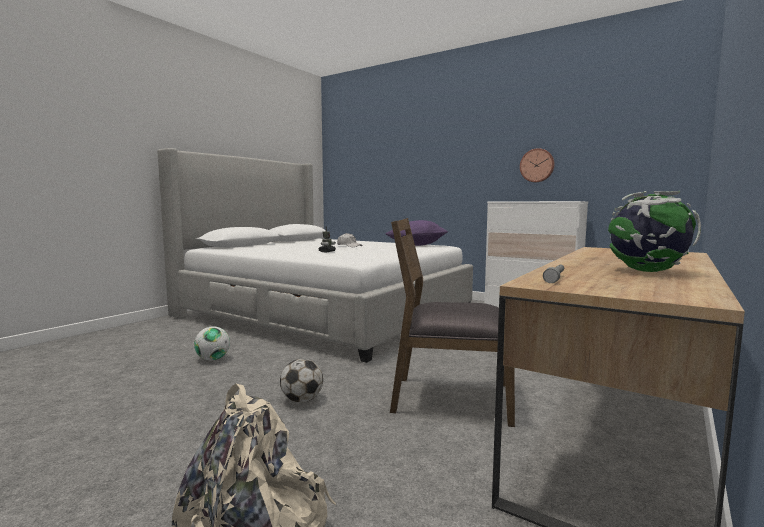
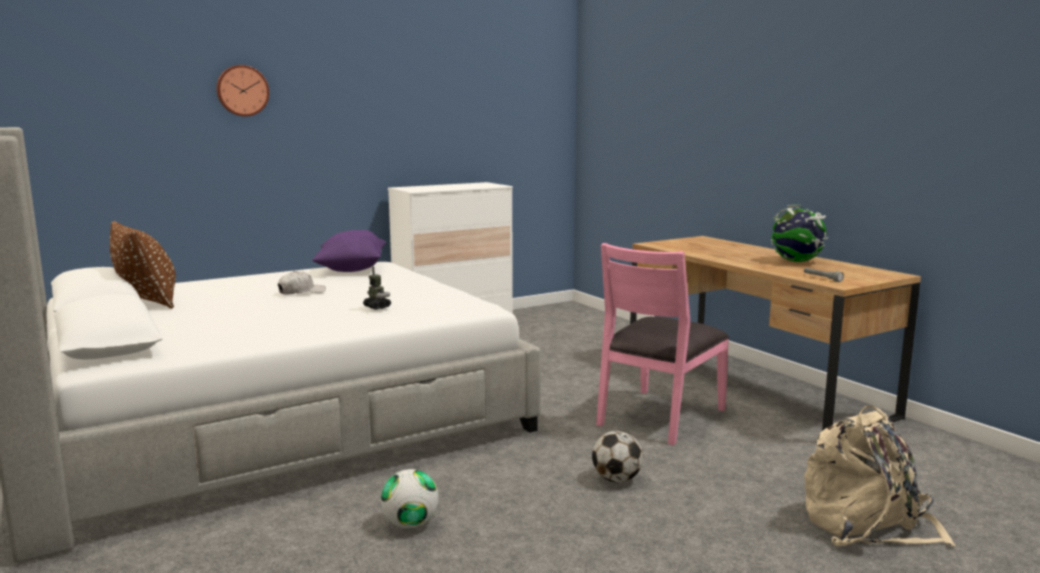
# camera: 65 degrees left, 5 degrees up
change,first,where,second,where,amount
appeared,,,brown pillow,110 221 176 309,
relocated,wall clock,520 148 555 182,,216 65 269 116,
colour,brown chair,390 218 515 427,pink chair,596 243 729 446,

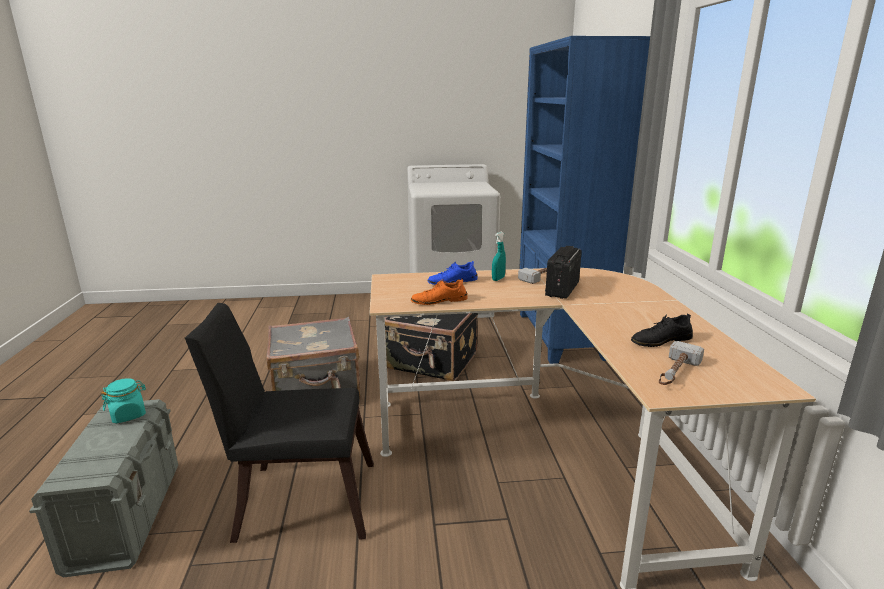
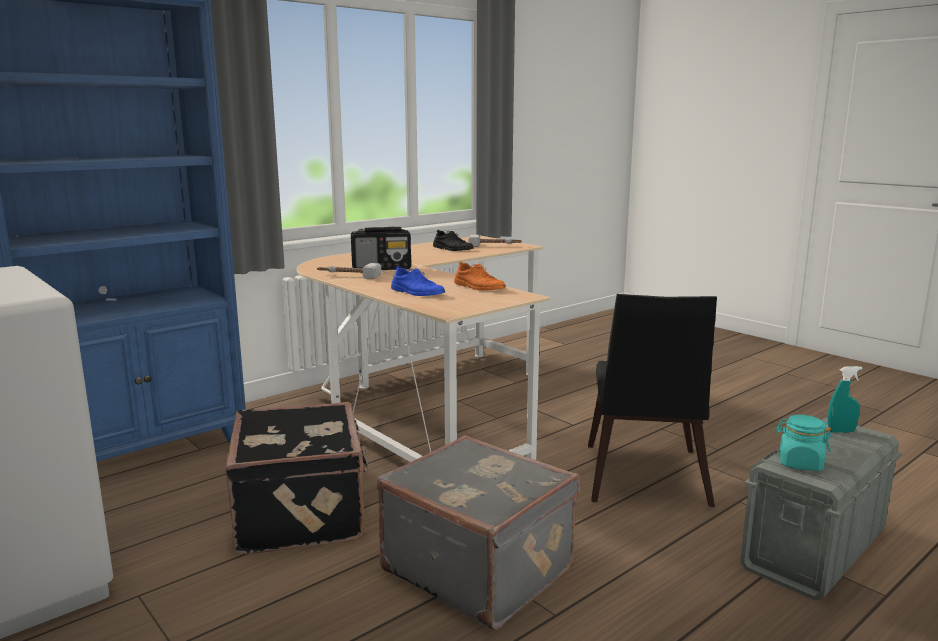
# camera: 125 degrees left, 5 degrees down
change,first,where,second,where,amount
spun,black chair,185 303 374 543,,588 294 717 507,45 degrees clockwise
relocated,turquoise spray bottle,492 232 506 281,,827 366 862 433,

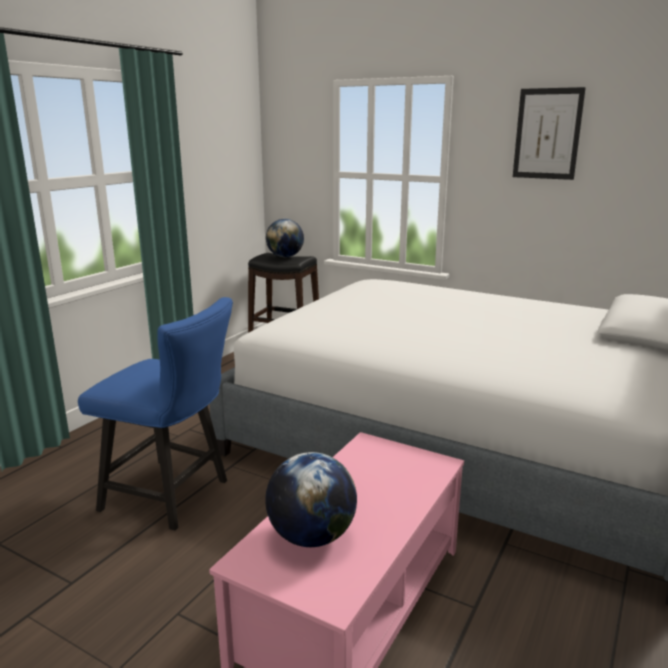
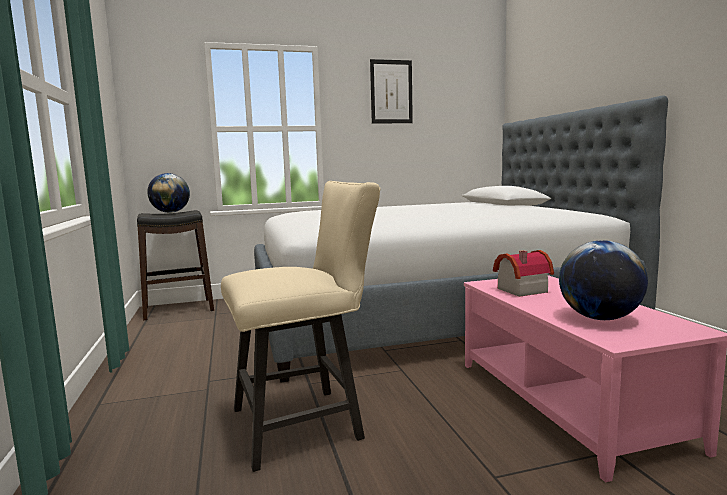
# camera: 45 degrees left, 10 degrees down
change,first,where,second,where,amount
colour,blue chair,78 297 233 530,beige chair,221 181 380 472,
appeared,,,toy house,493 250 554 297,

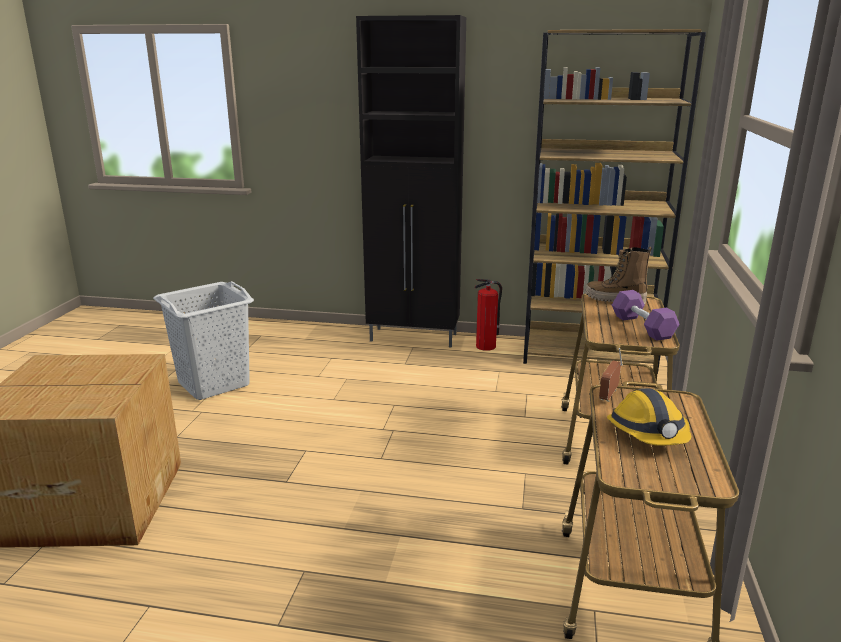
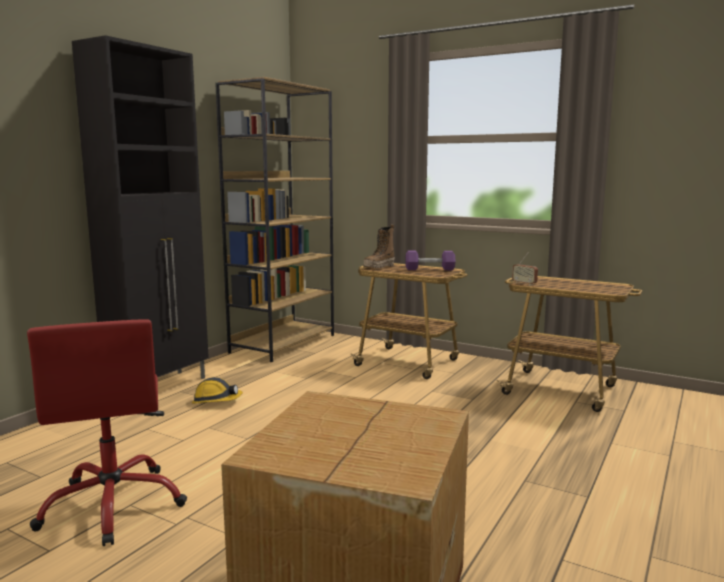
# camera: 70 degrees left, 10 degrees down
change,first,where,second,where,amount
exchanged,grey laundry basket,153 281 254 400,red office chair,27 319 187 546,
relocated,hard hat,607 388 692 446,,192 377 243 404,
missing,fire extinguisher,475 279 502 351,,,

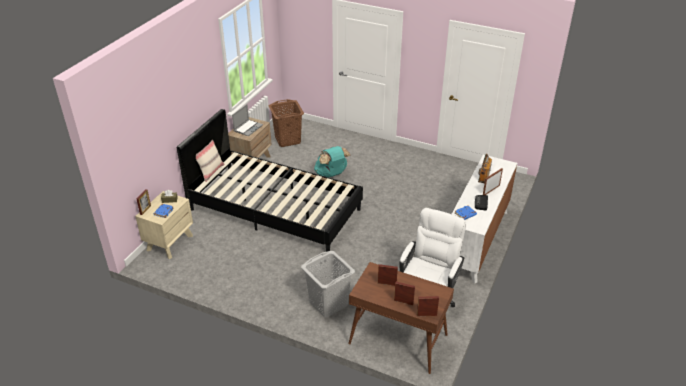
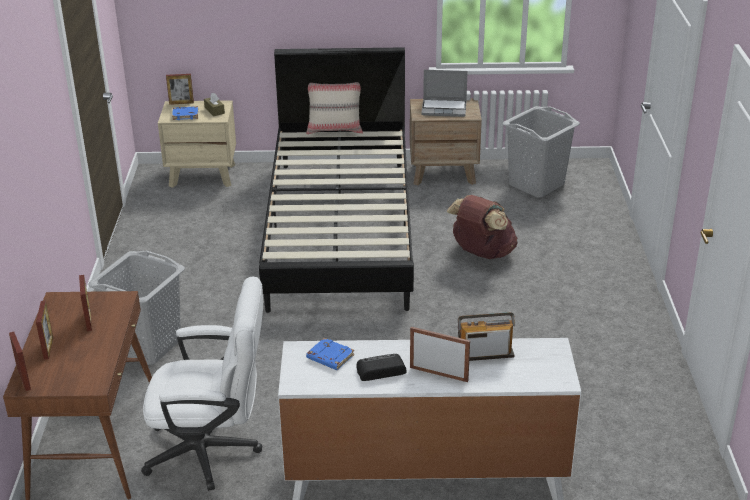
# camera: 65 degrees right, 5 degrees down
change,first,where,second,where,amount
colour,turquoise backpack,314 146 350 178,brown backpack,447 195 518 259,
colour,brown laundry basket,269 99 304 147,grey laundry basket,502 106 580 198,

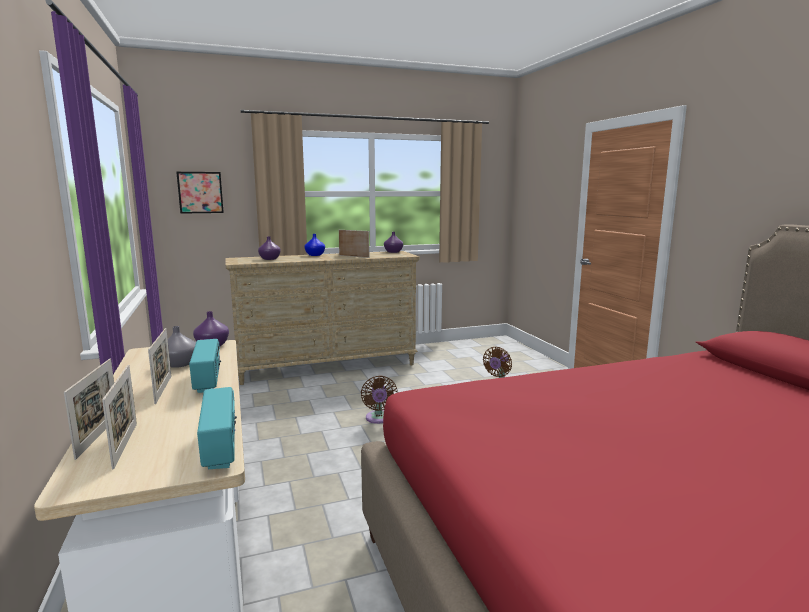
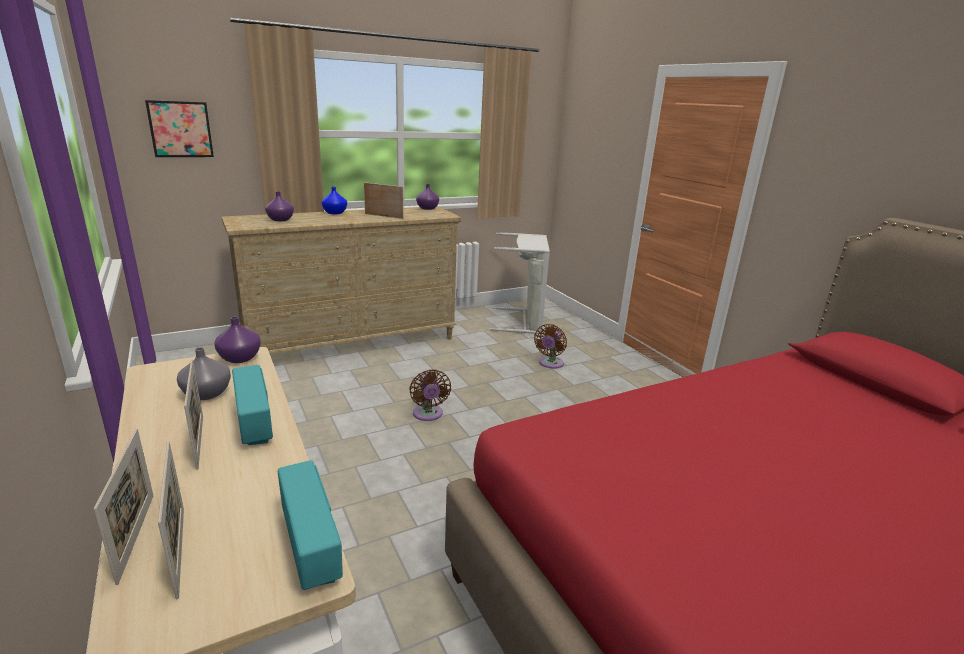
# camera: 10 degrees left, 10 degrees up
change,first,where,second,where,amount
appeared,,,grey laundry basket,489 233 550 334,

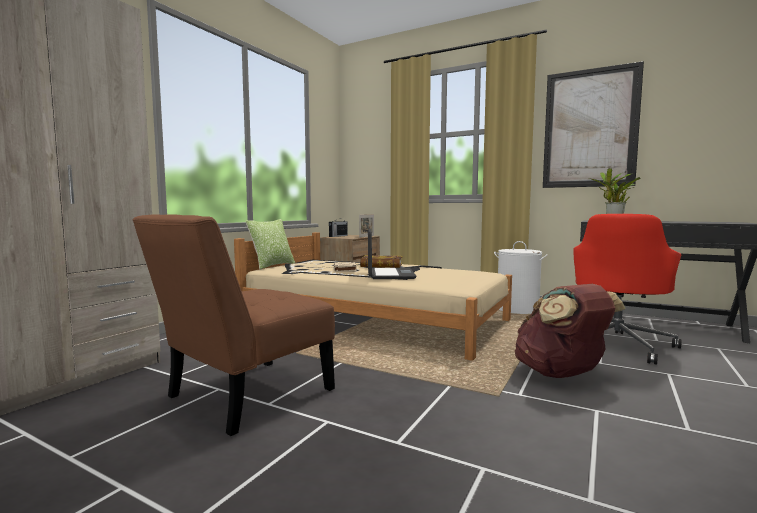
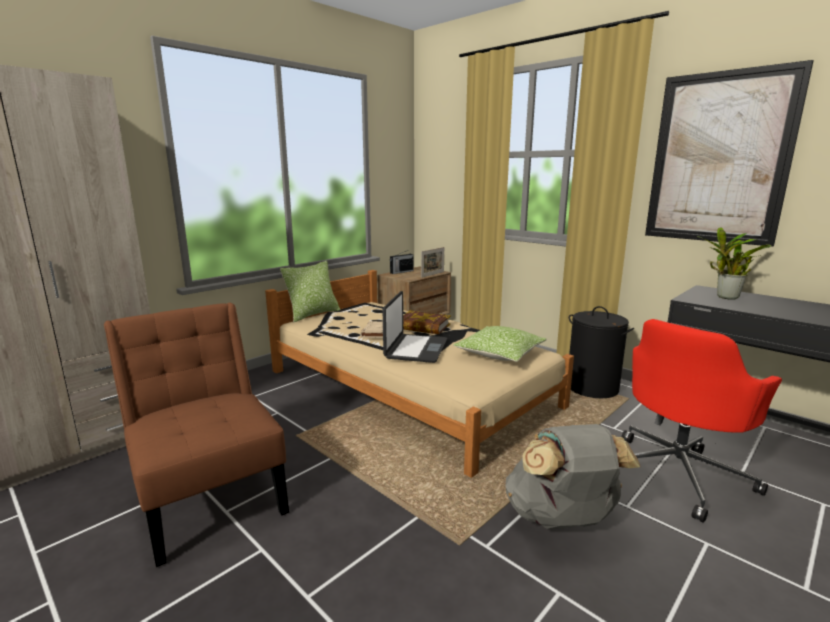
# camera: 15 degrees right, 10 degrees up
change,first,where,second,where,amount
spun,brown chair,133 214 335 436,,104 302 289 567,90 degrees clockwise
appeared,,,pillow,453 326 547 362,
colour,brown backpack,515 284 626 378,grey backpack,506 424 641 529,
colour,white laundry basket,494 241 548 314,black laundry basket,569 306 634 398,

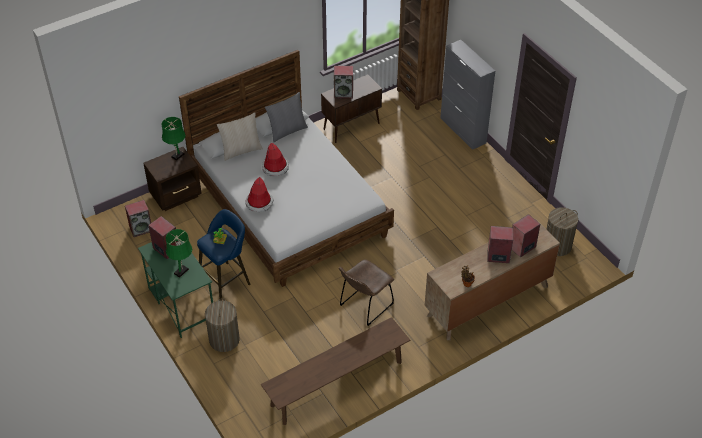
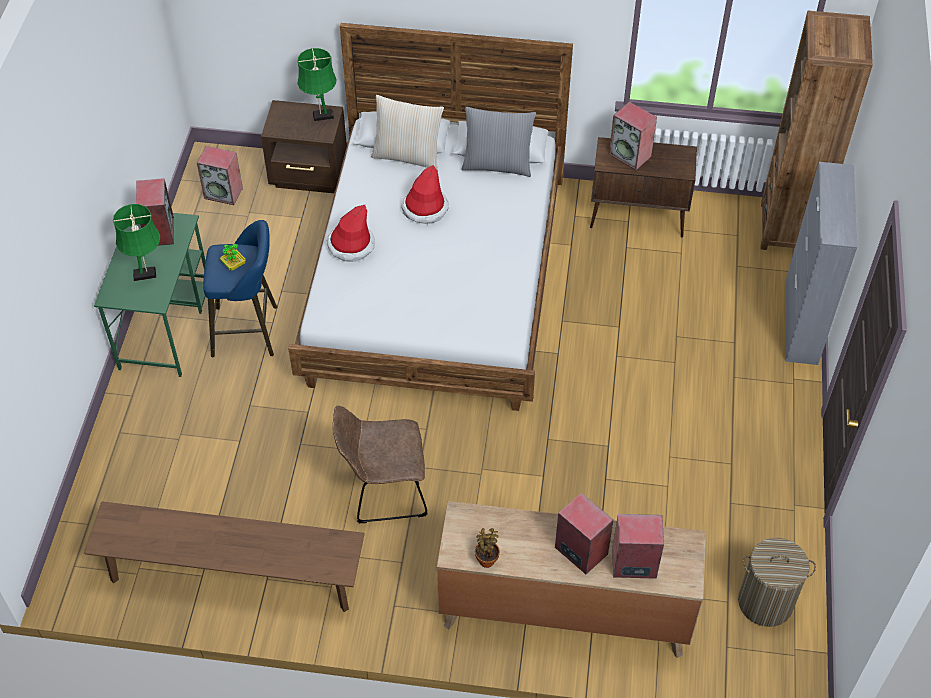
# camera: 40 degrees right, 5 degrees up
change,first,where,second,where,amount
missing,laundry basket,205 299 240 352,,,

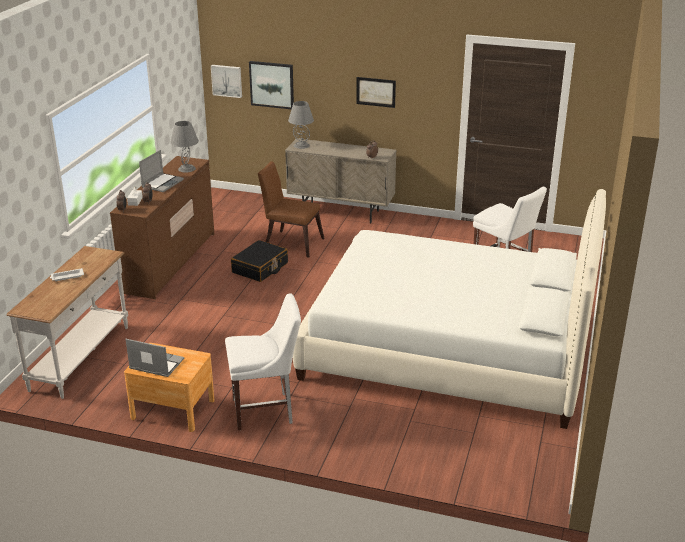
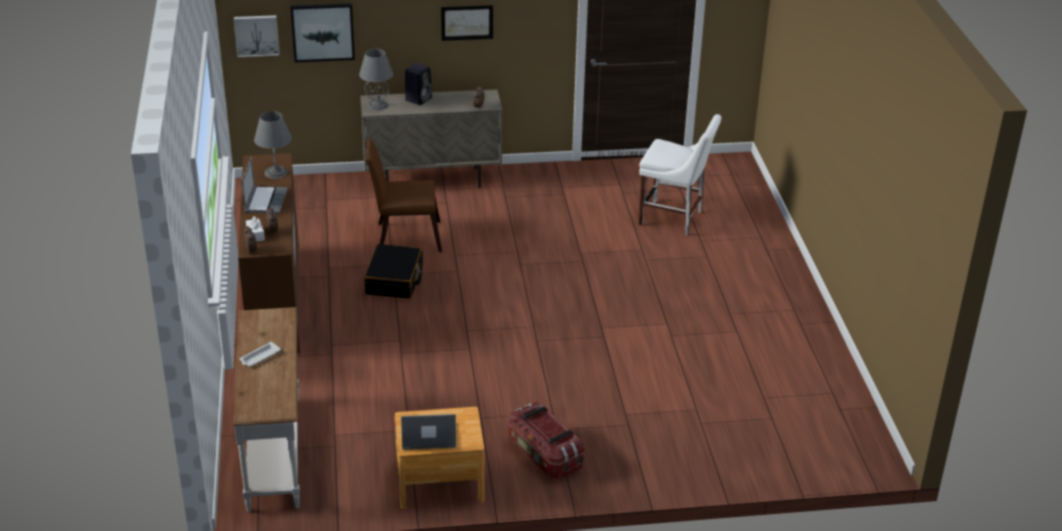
# camera: 25 degrees left, 5 degrees up
change,first,where,second,where,amount
appeared,,,black speaker,405 63 432 105,
exchanged,white chair,225 293 301 430,storage box,509 401 584 479,
missing,white bed,293 189 606 429,,,

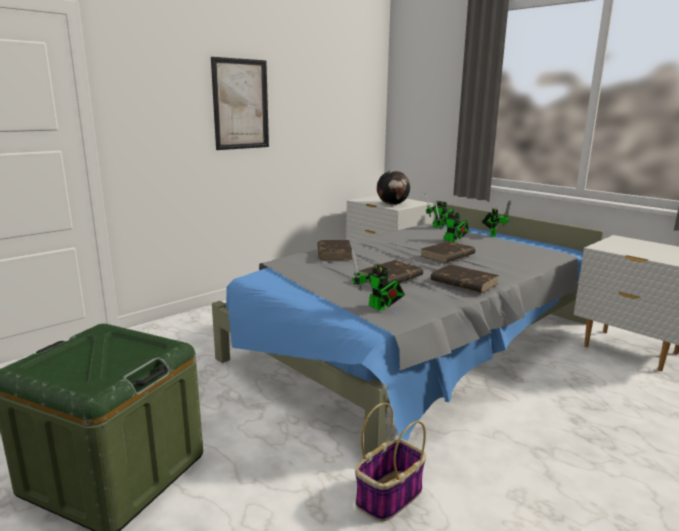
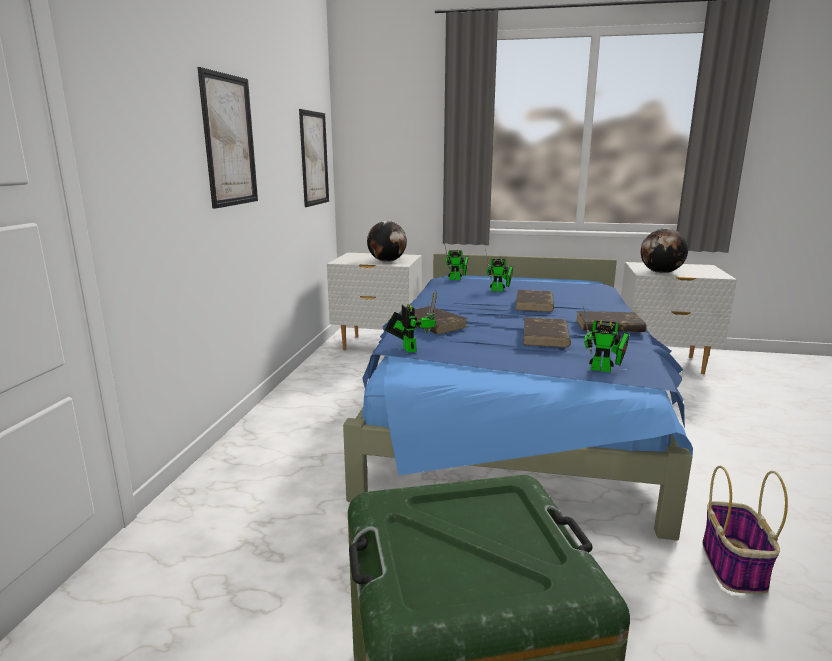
# camera: 35 degrees left, 0 degrees up
change,first,where,second,where,amount
appeared,,,picture,299 109 329 207,
colour,grey bed,212 204 604 455,blue bed,343 253 693 540,
relocated,toy robot,482 200 511 237,,385 290 437 353,
appeared,,,globe,641 228 688 273,

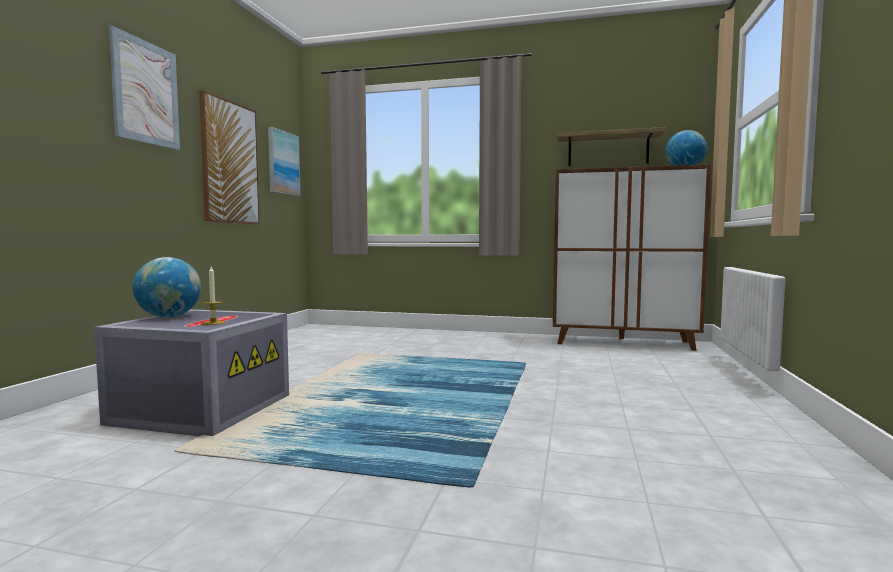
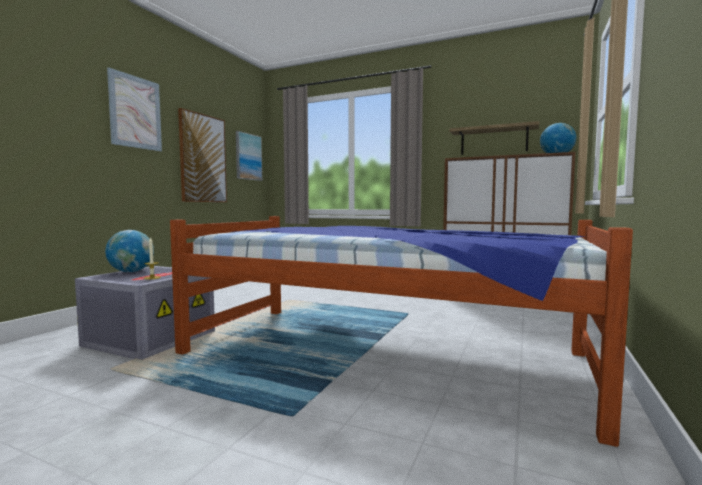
# camera: 10 degrees right, 0 degrees up
change,first,where,second,where,amount
appeared,,,bed,170 216 633 447,

